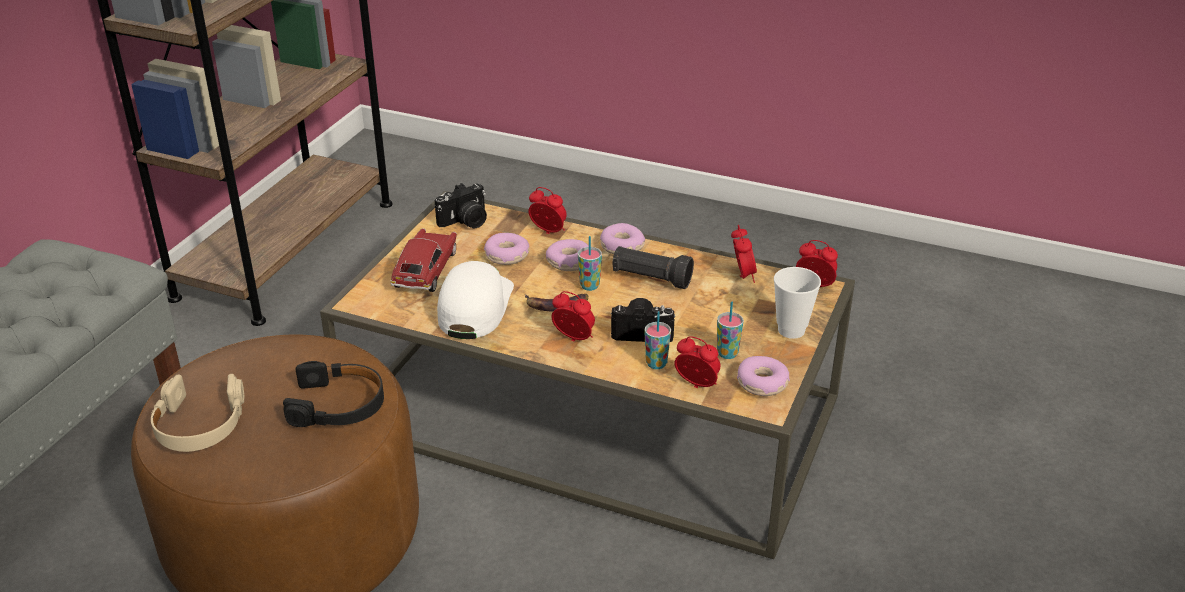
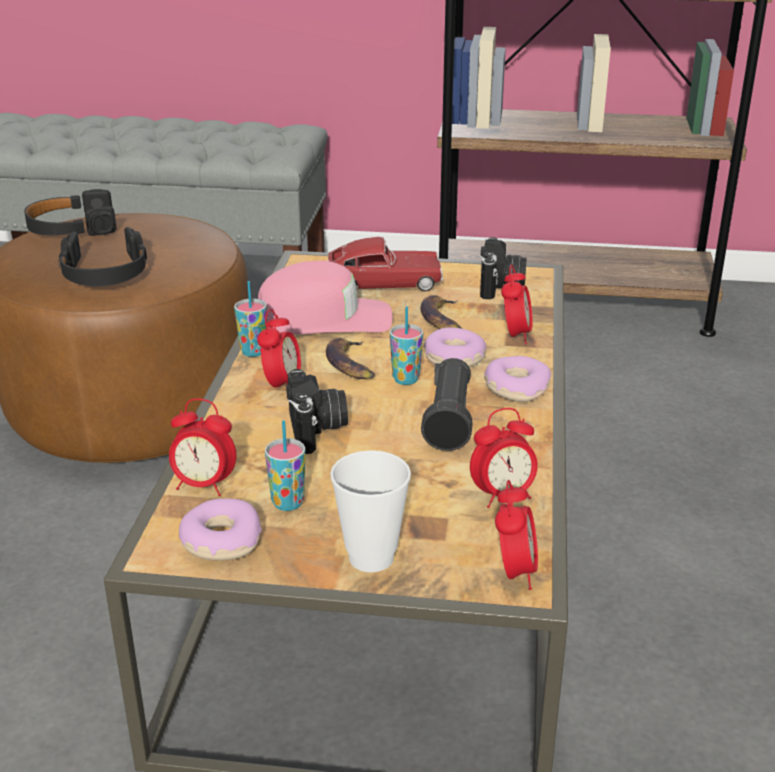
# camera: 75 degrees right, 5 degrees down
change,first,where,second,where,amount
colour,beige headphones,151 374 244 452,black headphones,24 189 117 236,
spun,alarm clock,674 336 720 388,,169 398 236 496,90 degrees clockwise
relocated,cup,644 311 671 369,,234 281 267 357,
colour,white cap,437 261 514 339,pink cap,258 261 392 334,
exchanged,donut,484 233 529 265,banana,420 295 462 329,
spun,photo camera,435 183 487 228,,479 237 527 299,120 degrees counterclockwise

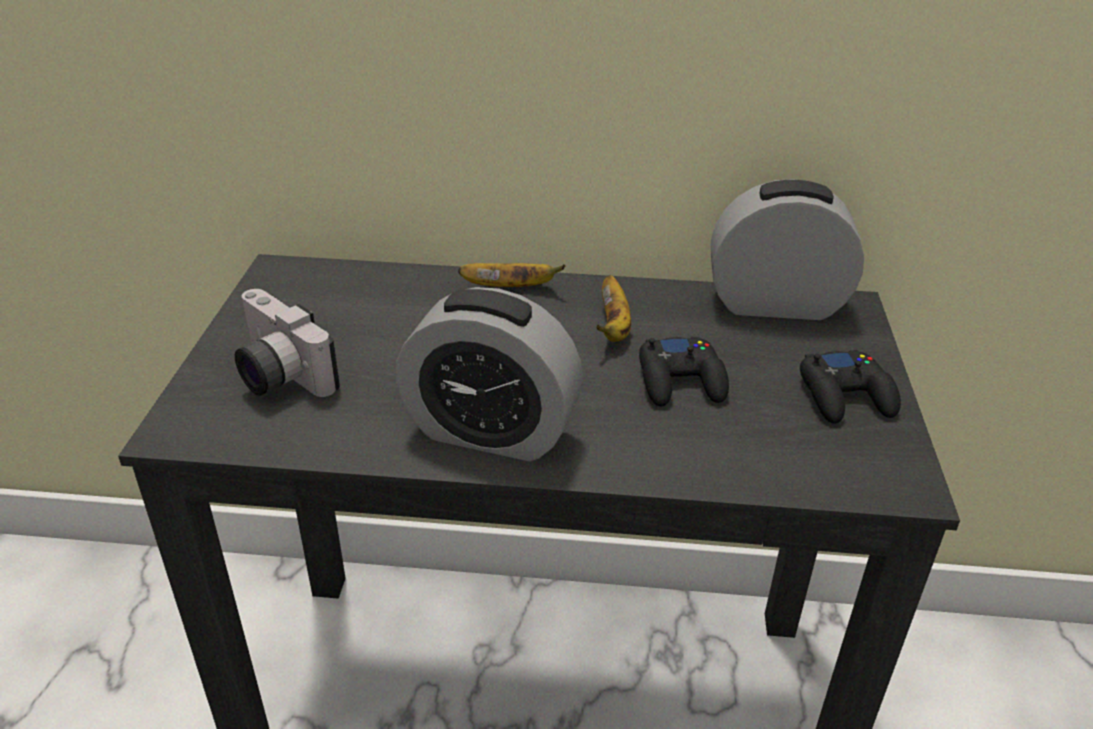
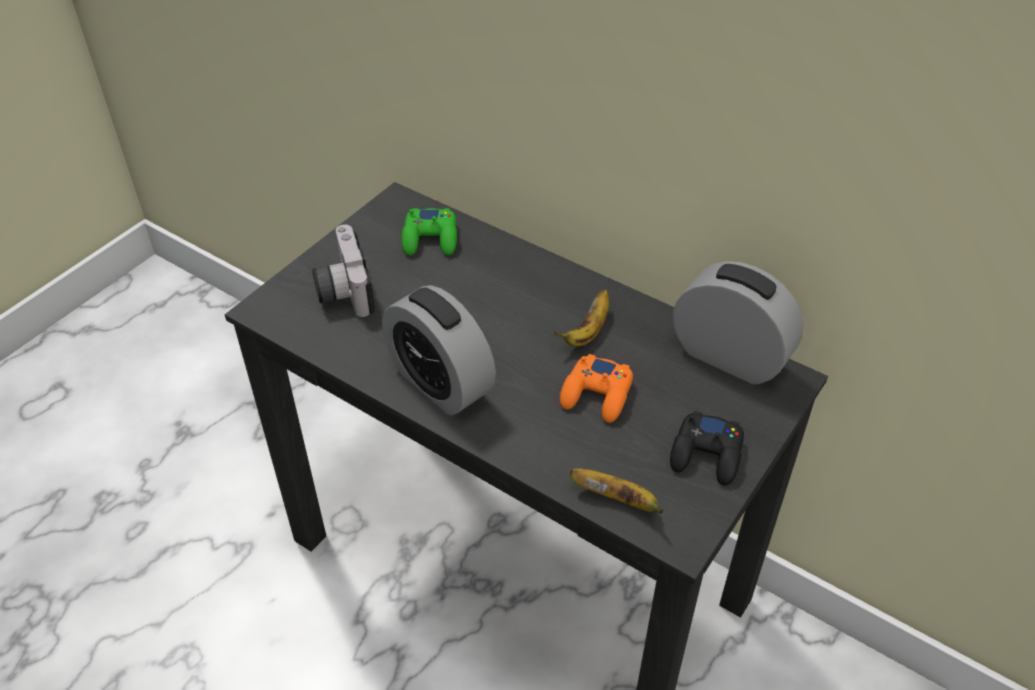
# camera: 30 degrees right, 10 degrees up
change,first,where,second,where,amount
appeared,,,green game controller,402 208 457 256,
colour,black game controller,639 337 729 407,orange game controller,560 354 633 423,
relocated,banana,458 263 565 287,,570 468 663 513,

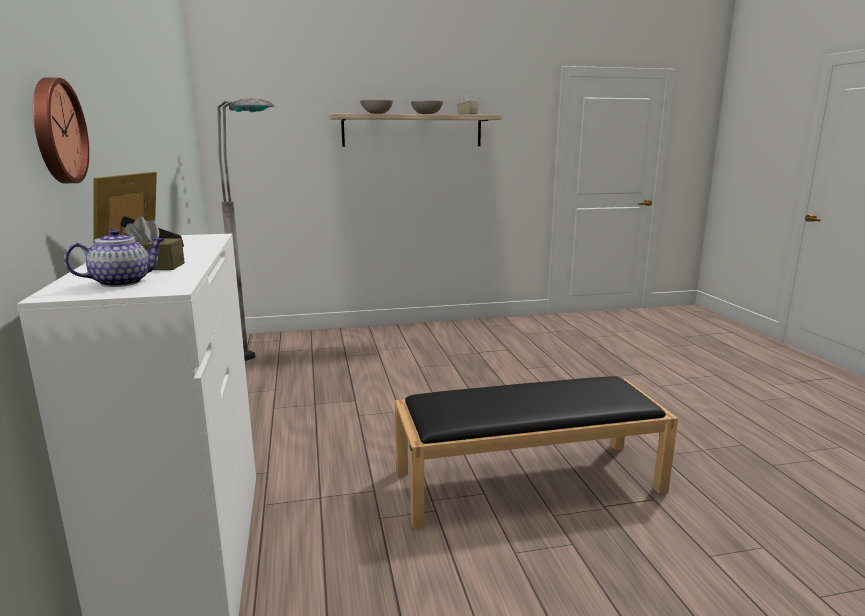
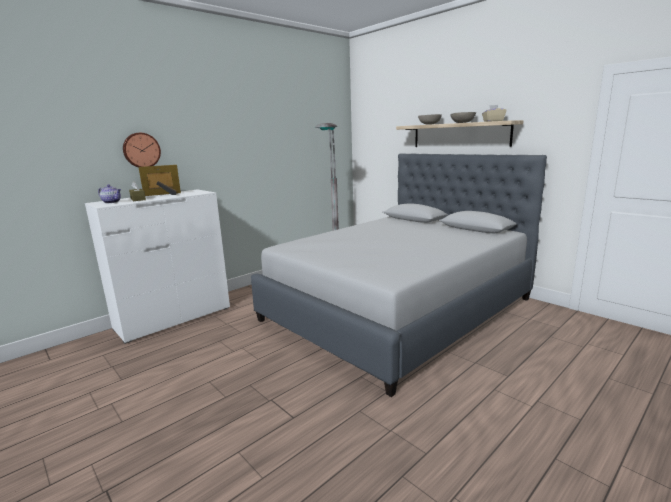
# camera: 60 degrees right, 0 degrees up
change,first,where,second,where,amount
appeared,,,grey bed,251 153 547 397,
missing,black bench,395 376 678 528,,,

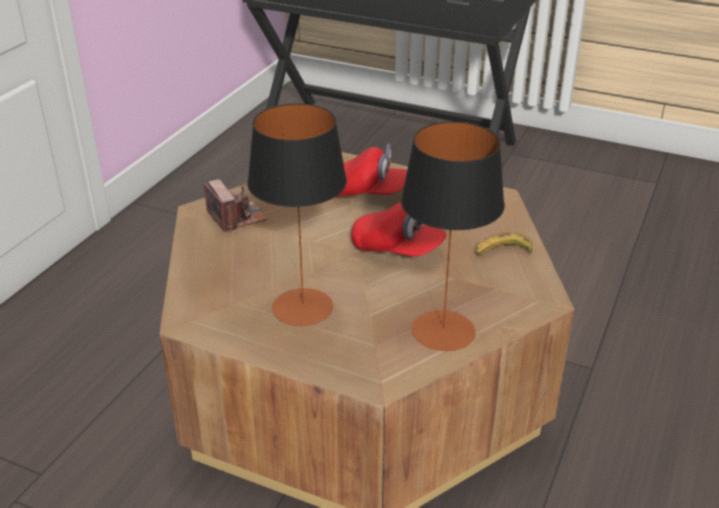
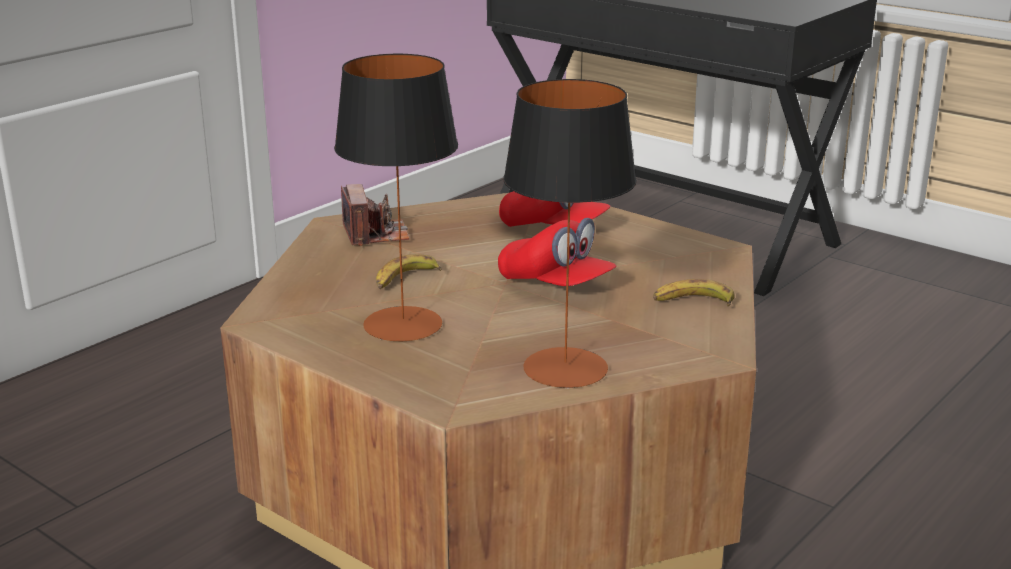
# camera: 15 degrees right, 10 degrees down
change,first,where,second,where,amount
appeared,,,banana,376 254 442 289,

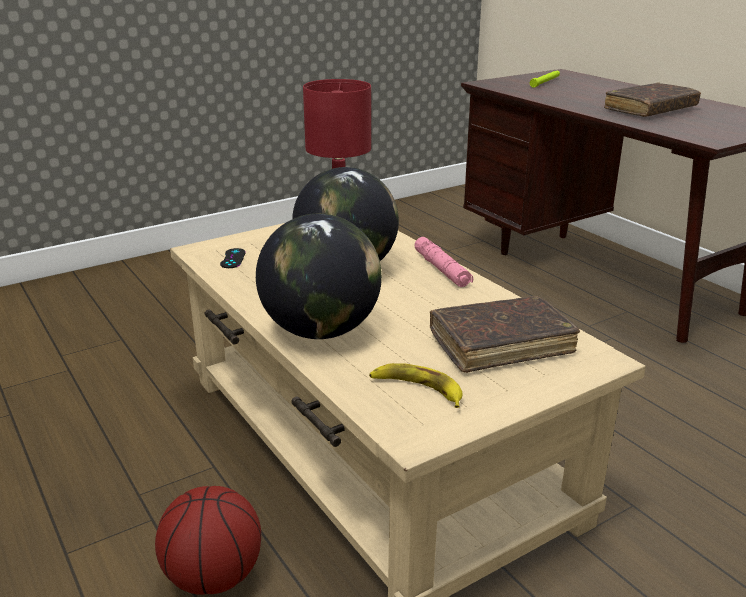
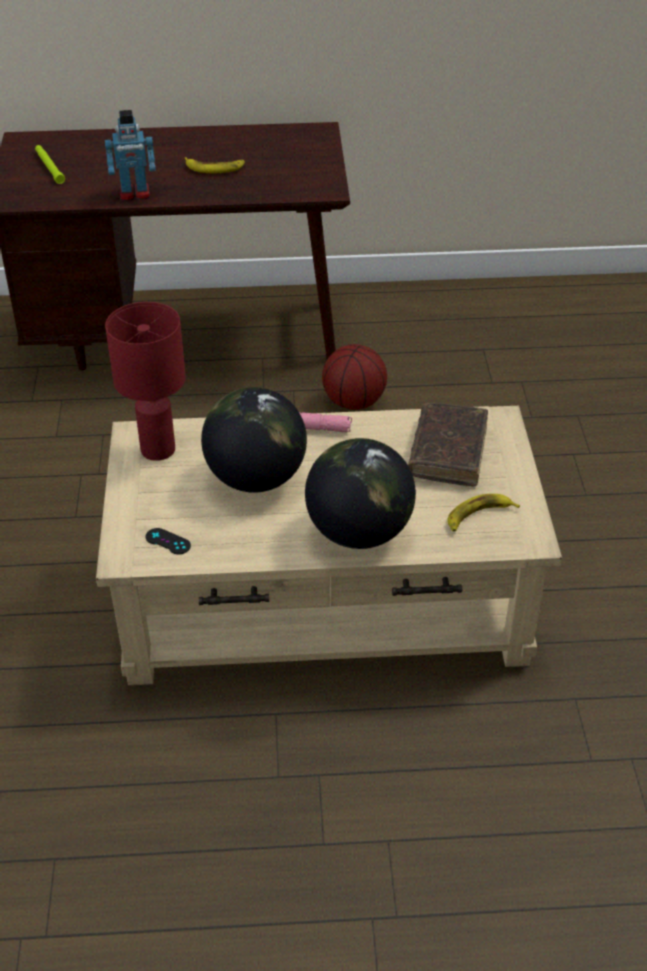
# camera: 60 degrees left, 15 degrees up
change,first,where,second,where,amount
appeared,,,toy robot,105 110 156 201,
exchanged,brown book,604 82 701 117,banana,184 157 245 173,
relocated,basketball,155 486 261 595,,322 344 387 410,

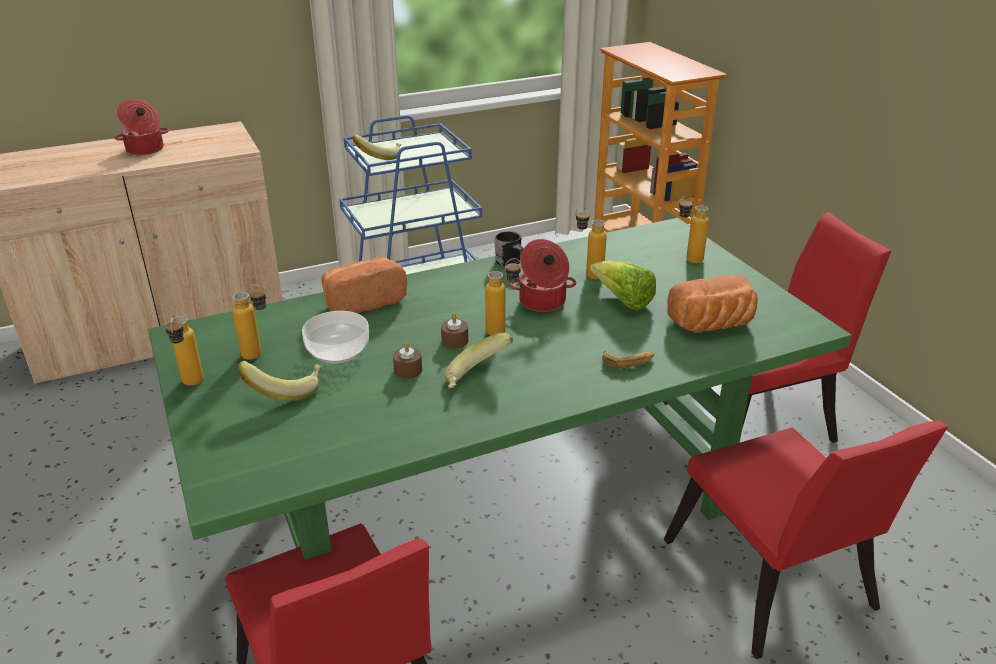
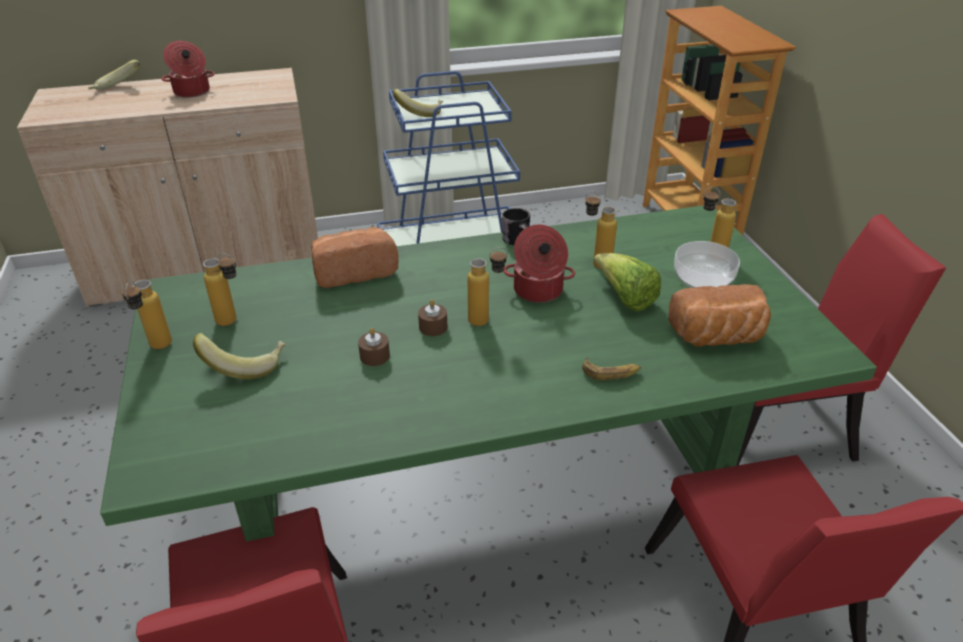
# camera: 10 degrees right, 5 degrees up
change,first,where,second,where,amount
relocated,banana,445 333 513 388,,88 60 140 90,
relocated,bowl,302 311 369 364,,674 241 740 288,

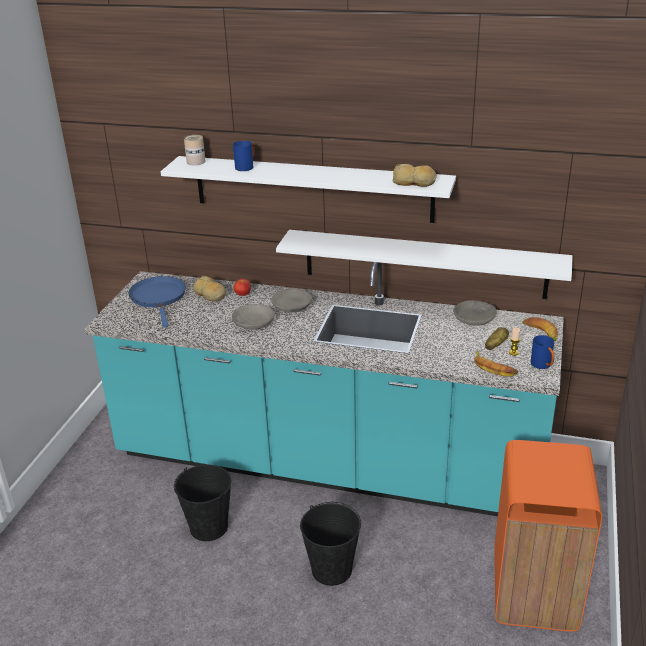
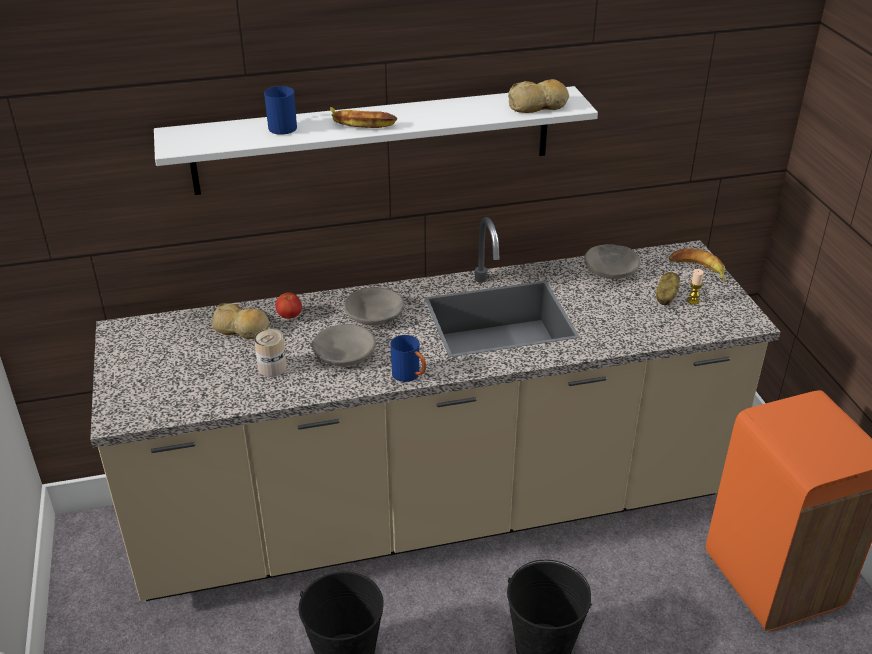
# camera: 30 degrees left, 5 degrees up
change,first,where,second,where,amount
colour,turquoise counter,85 262 564 516,beige counter,90 217 780 601,
relocated,can,184 135 205 165,,254 329 287 377,
relocated,banana,474 350 518 377,,330 107 397 128,
relocated,blue mug,531 335 555 369,,390 335 426 382,
missing,blue frying pan,129 276 186 328,,,
missing,white shelf,276 230 573 299,,,

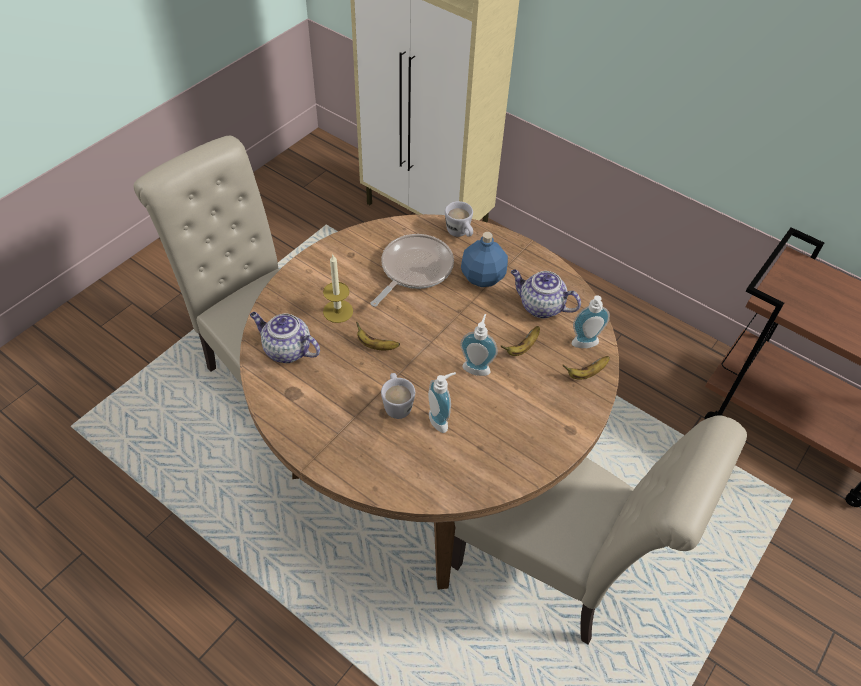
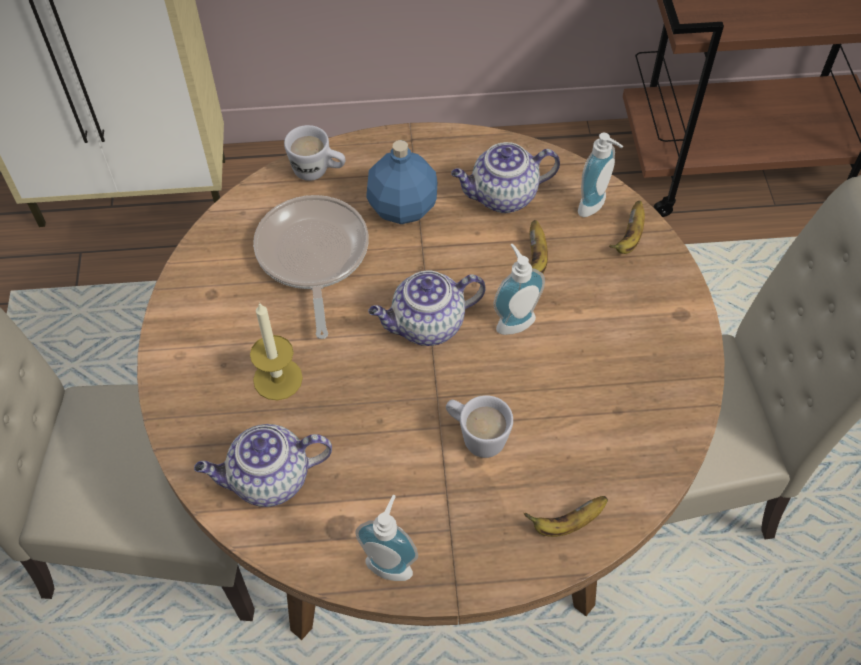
# camera: 40 degrees left, 5 degrees up
change,first,where,second,where,amount
relocated,soap dispenser,428 372 456 433,,355 495 418 581,
appeared,,,teapot,368 271 486 346,
relocated,banana,356 321 400 350,,523 496 608 537,

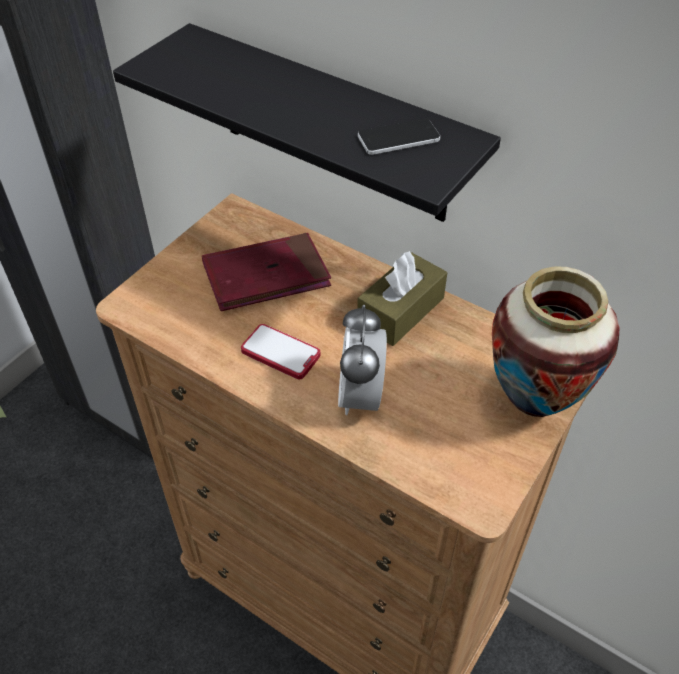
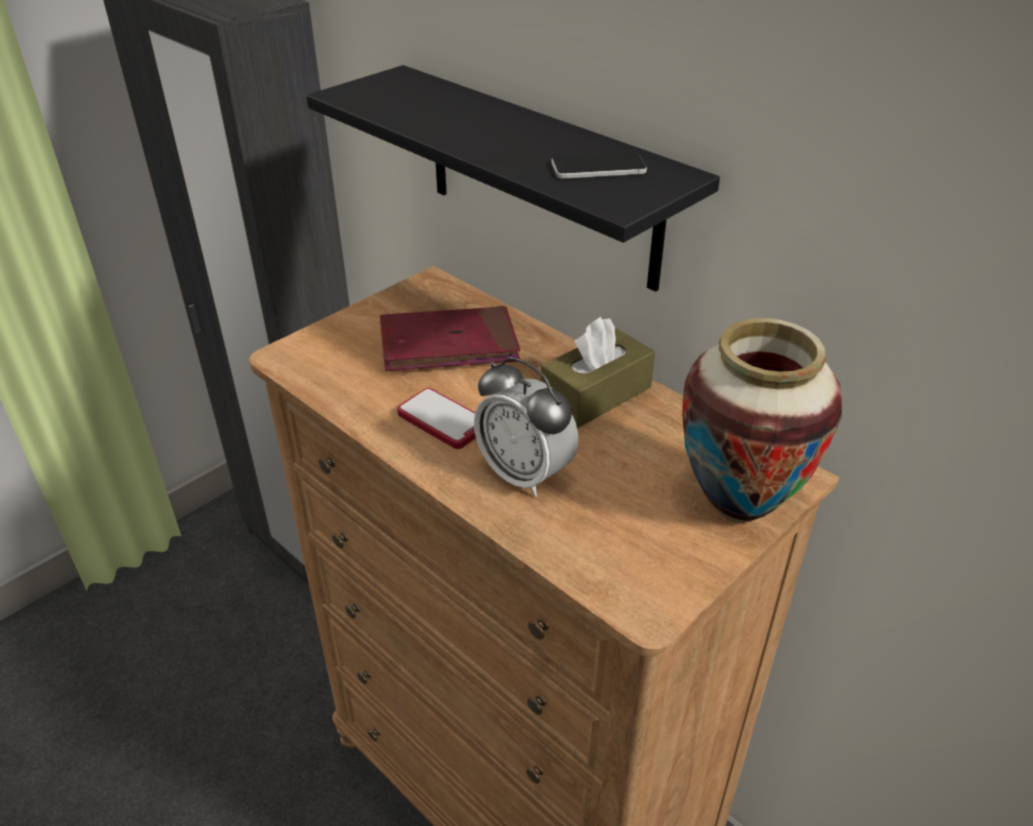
# camera: 10 degrees right, 10 degrees down
change,first,where,second,where,amount
spun,alarm clock,338 305 387 415,,474 357 578 497,60 degrees counterclockwise

